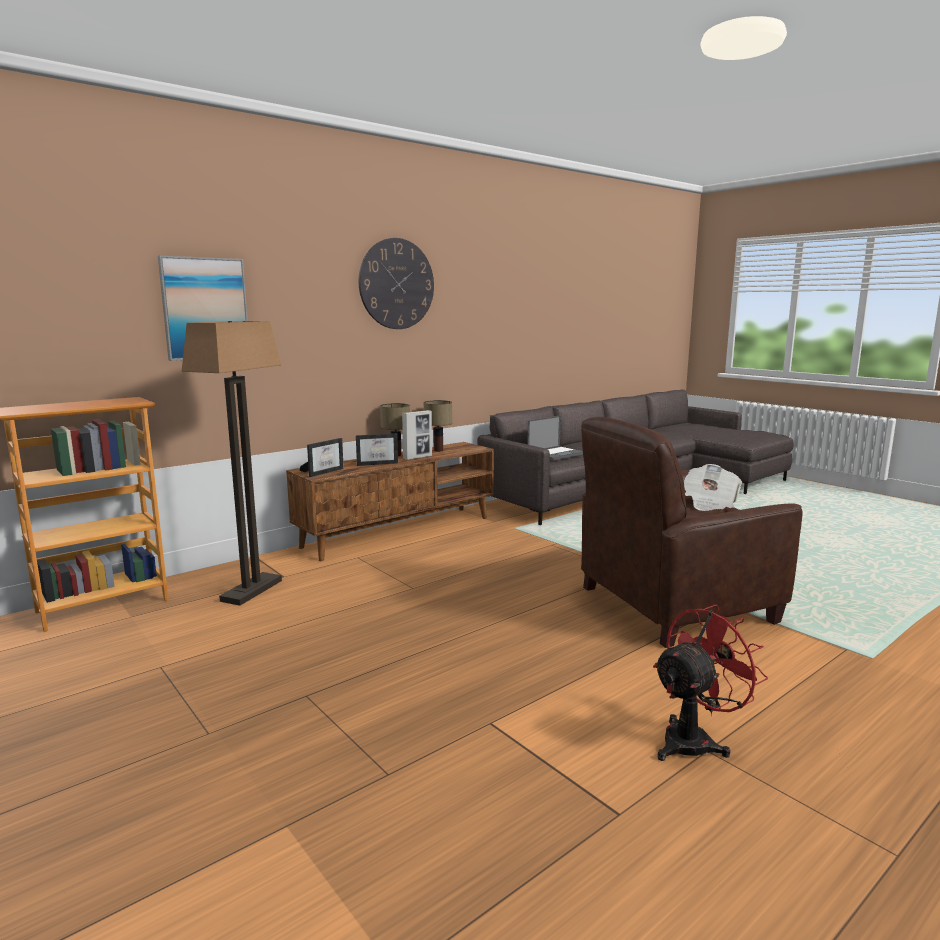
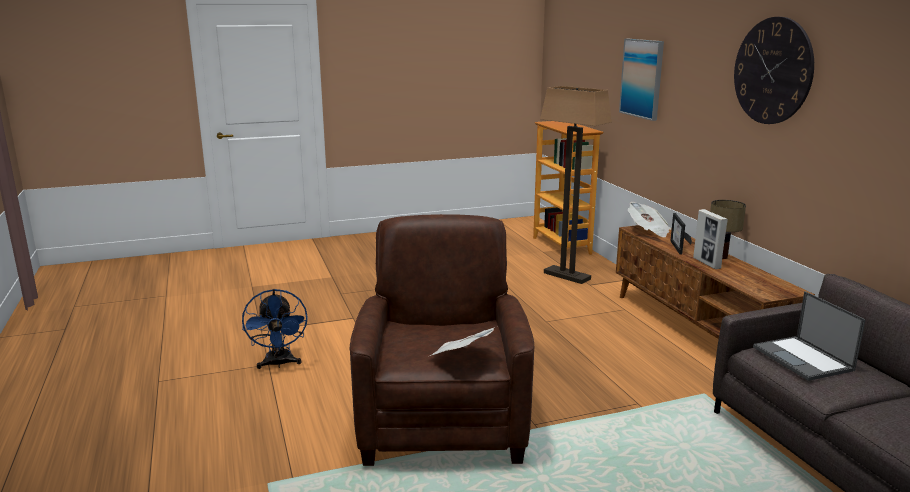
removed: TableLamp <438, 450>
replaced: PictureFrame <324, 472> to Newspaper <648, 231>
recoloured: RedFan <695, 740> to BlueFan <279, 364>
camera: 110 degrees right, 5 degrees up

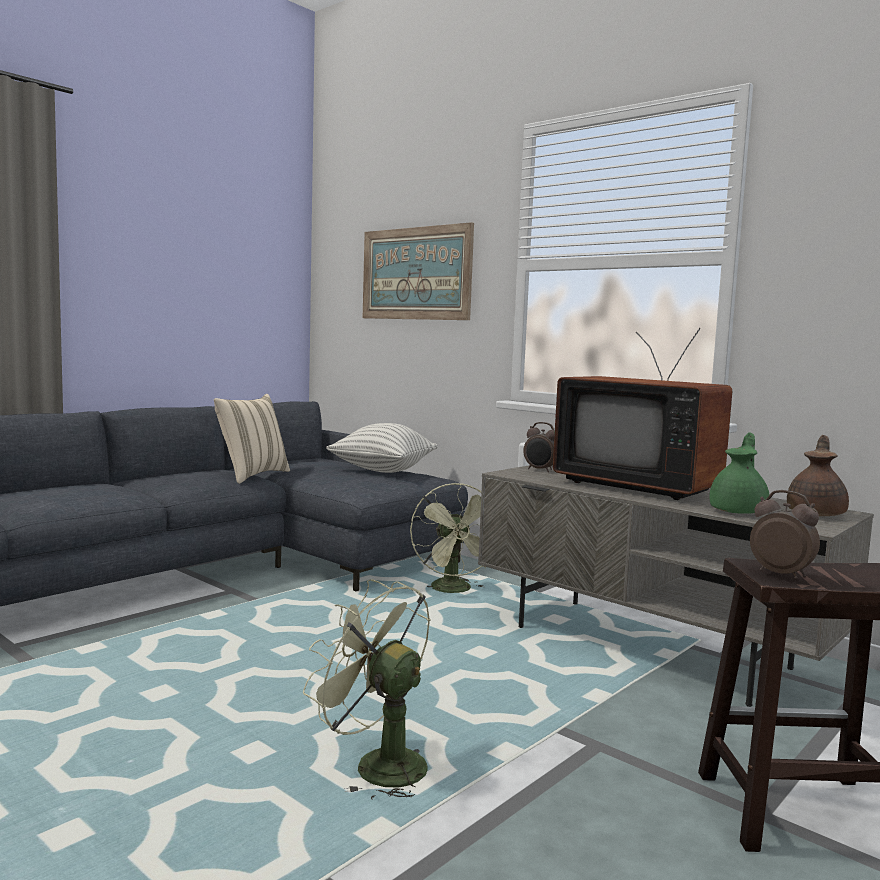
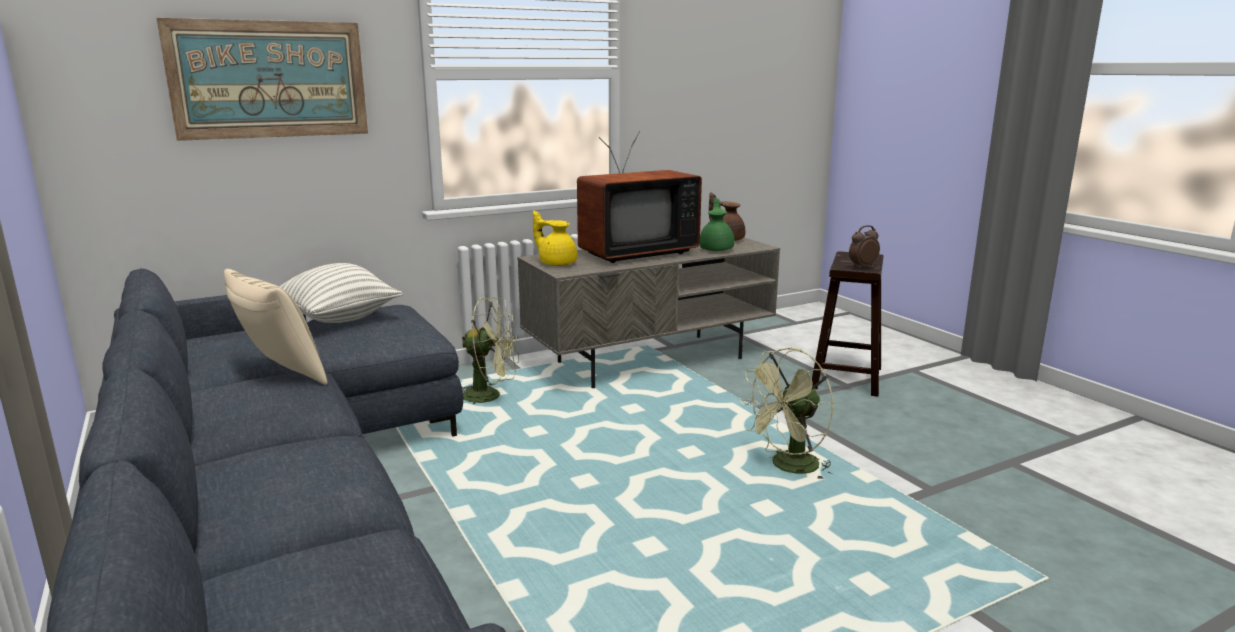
replaced: AlarmClock <540, 470> to YellowTeapot <556, 263>
turned: GreenTeapot <739, 511> = <717, 249> 45 degrees clockwise
camera: 70 degrees left, 10 degrees up

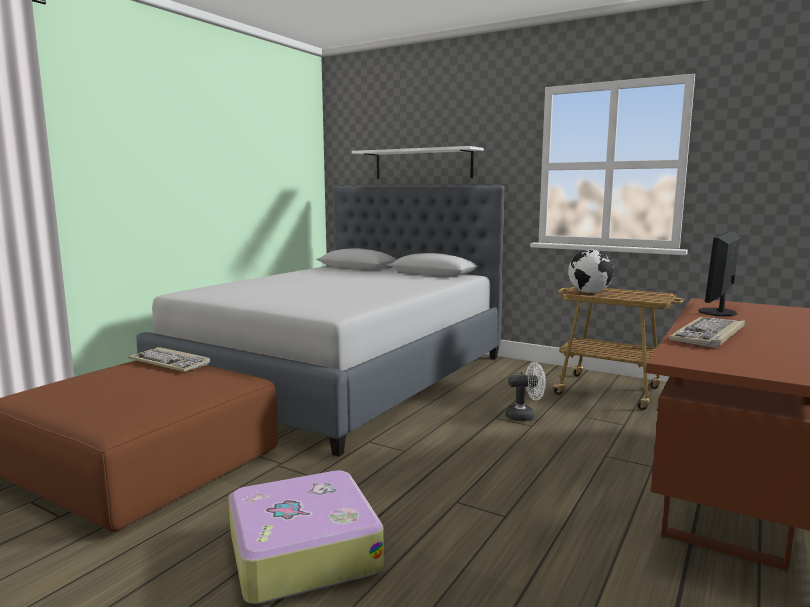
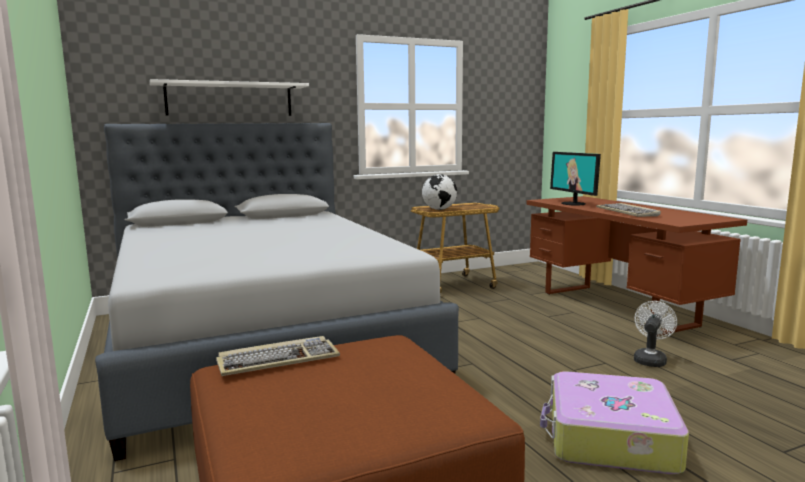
moved: WhiteFan <525, 416> to <650, 359>
camera: 55 degrees left, 0 degrees up

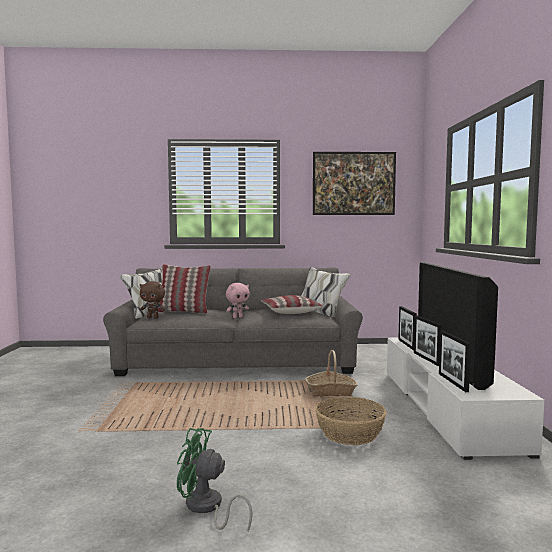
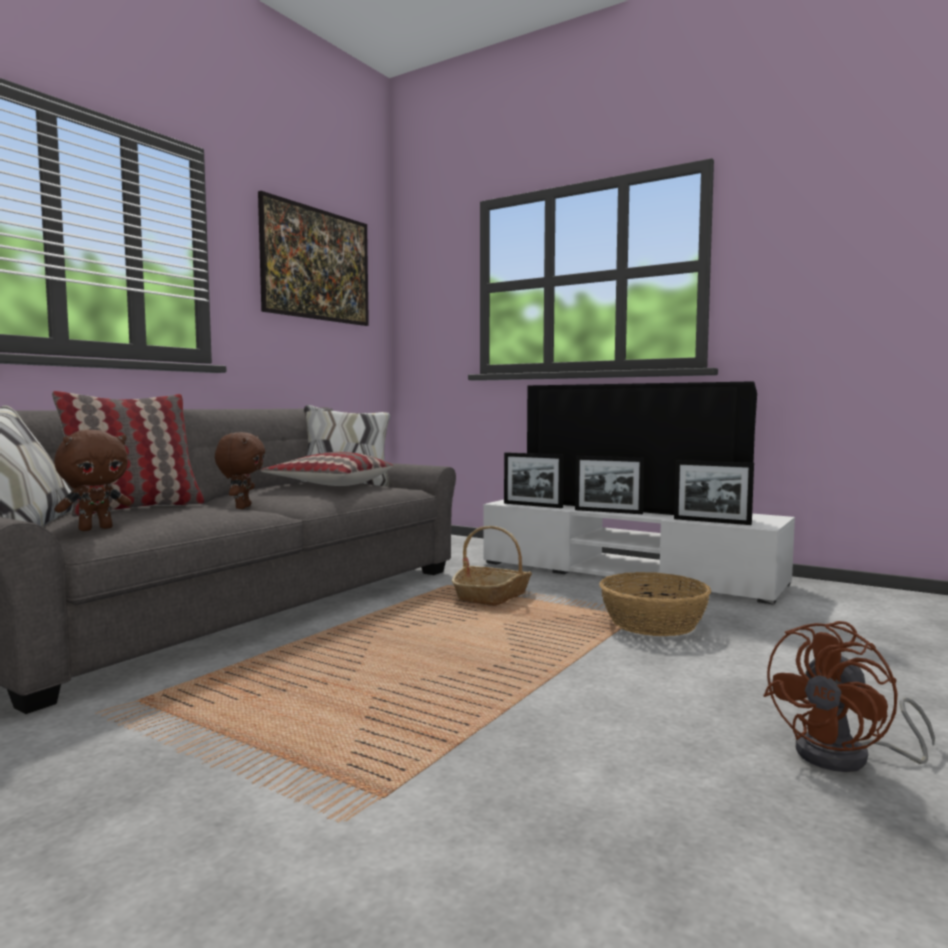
recoloured: GreenFan <207, 508> to BrownFan <847, 757>; PinkPlushToy <237, 317> to BrownPlushToy <241, 507>
camera: 55 degrees left, 0 degrees up

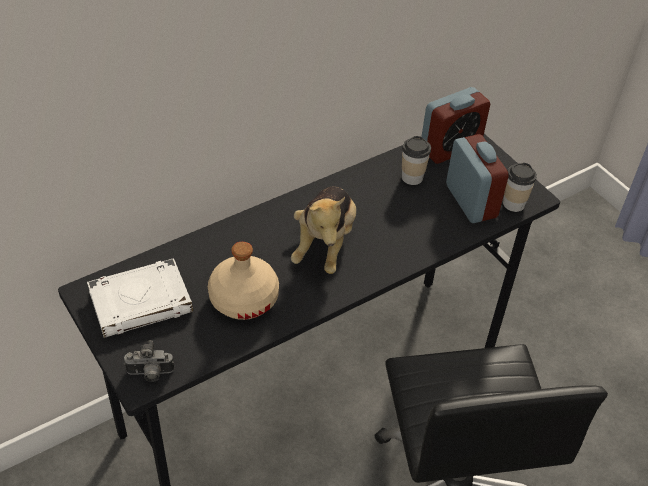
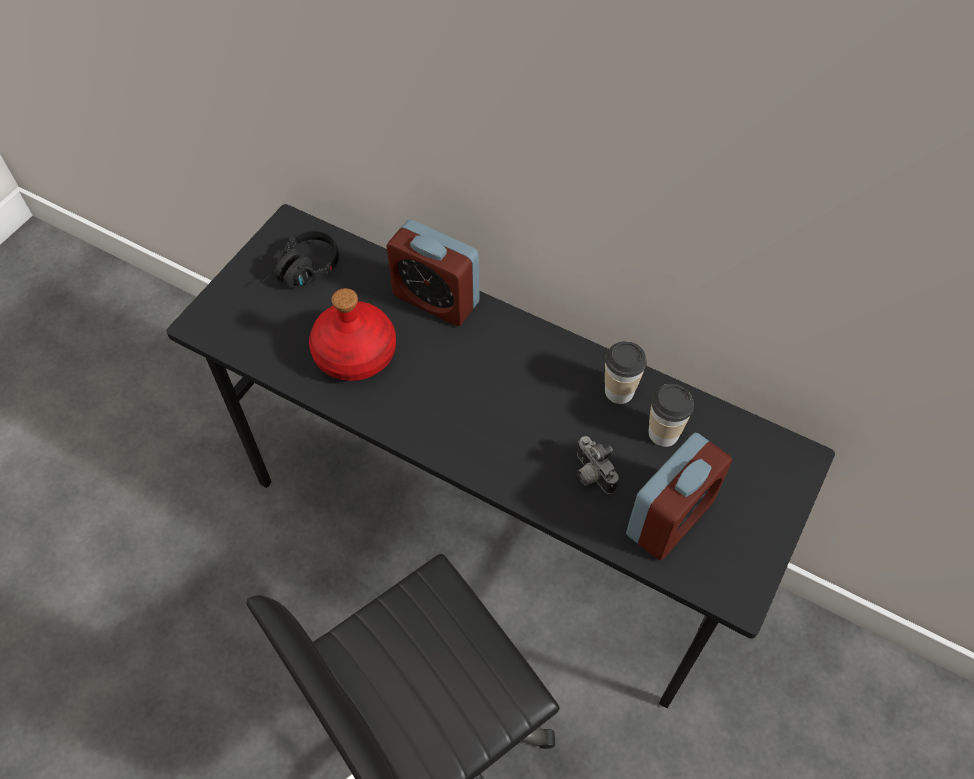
removed: PlushToy <324, 244>
moved: PhotoCamera <150, 374> to <591, 475>; AlarmClock <450, 148> to <436, 299>; Cup <513, 204> to <619, 391>
replaced: WhiteBook <142, 302> to BlackHeadphones <302, 273>
recoloured: BeigeBottle <243, 298> to RedBottle <356, 353>
camera: 65 degrees right, 10 degrees up

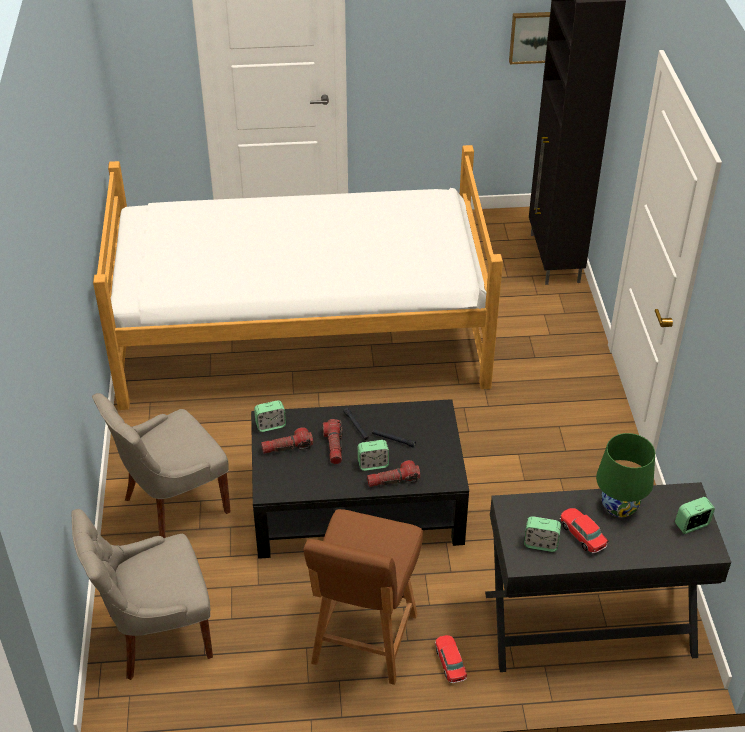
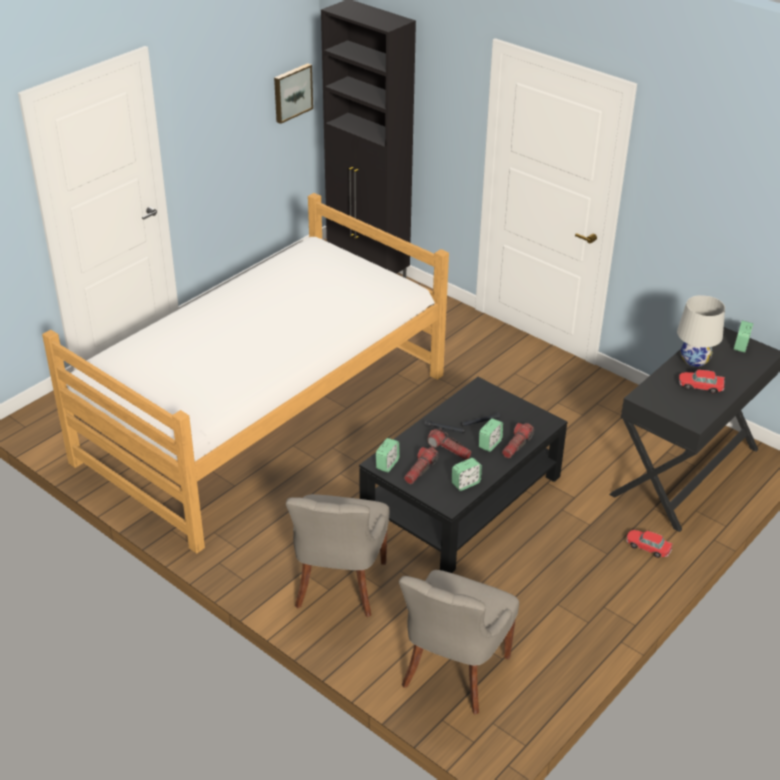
removed: BrownChair <363, 641>
moved: AlarmClock <540, 544> to <465, 483>
recoloured: GreenTableLamp <619, 506> to WhiteTableLamp <694, 360>
camera: 45 degrees left, 5 degrees down

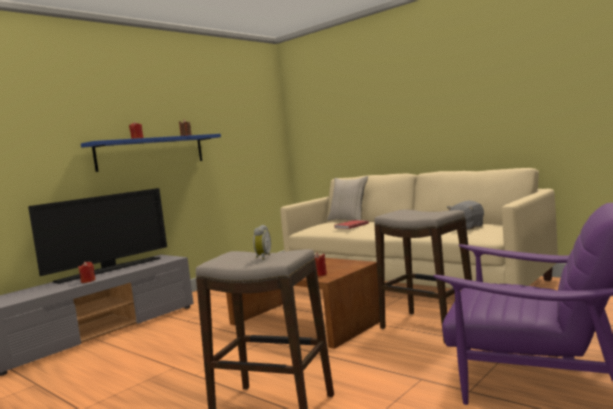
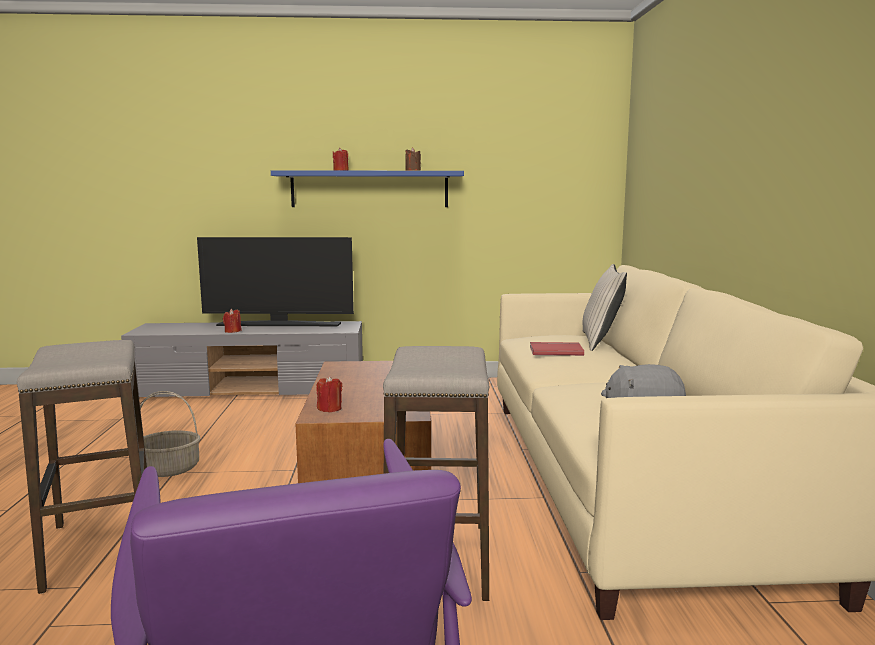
removed: AlarmClock <262, 257>
added: Basket <170, 469>
camera: 45 degrees right, 5 degrees up

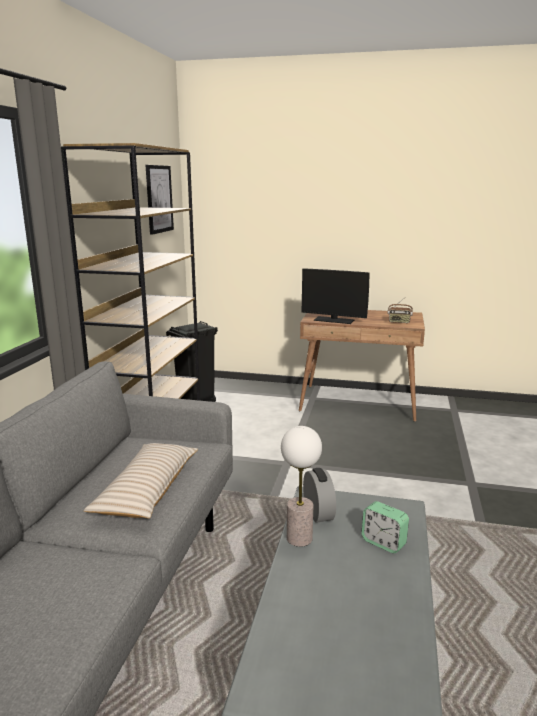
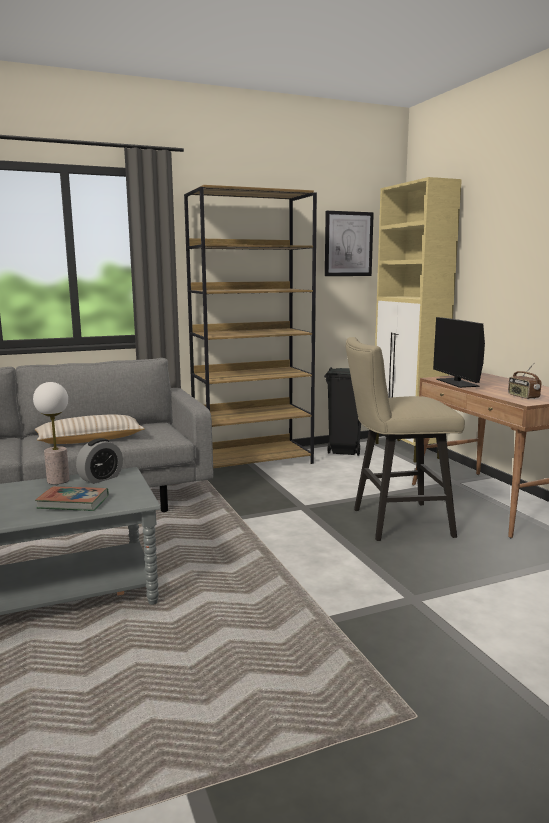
added: BeigeStool <394, 522>; BeigeCabinet <406, 451>
replaced: AlarmClock <383, 542> to Book <73, 502>
camera: 55 degrees right, 5 degrees down

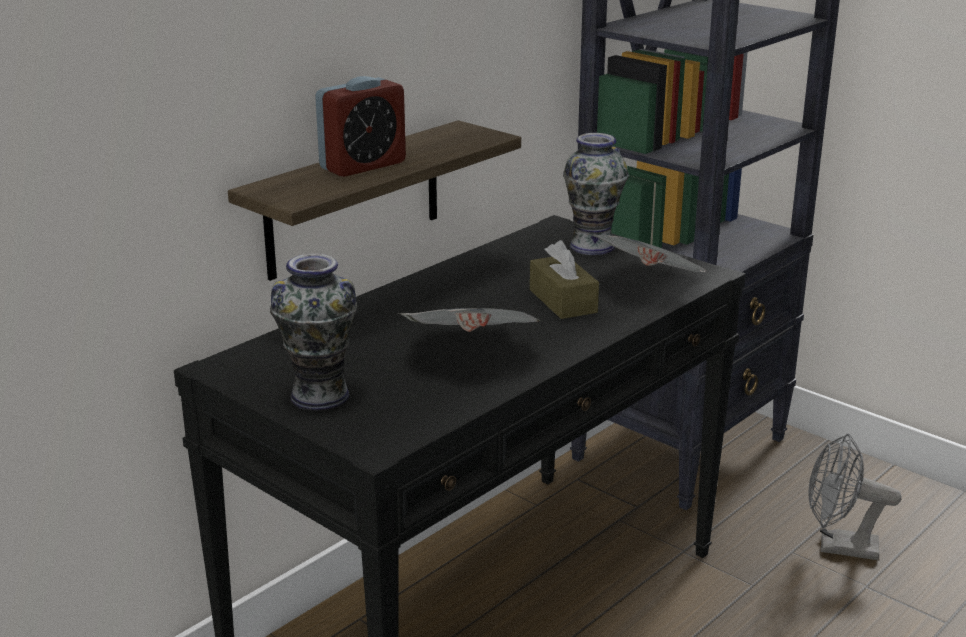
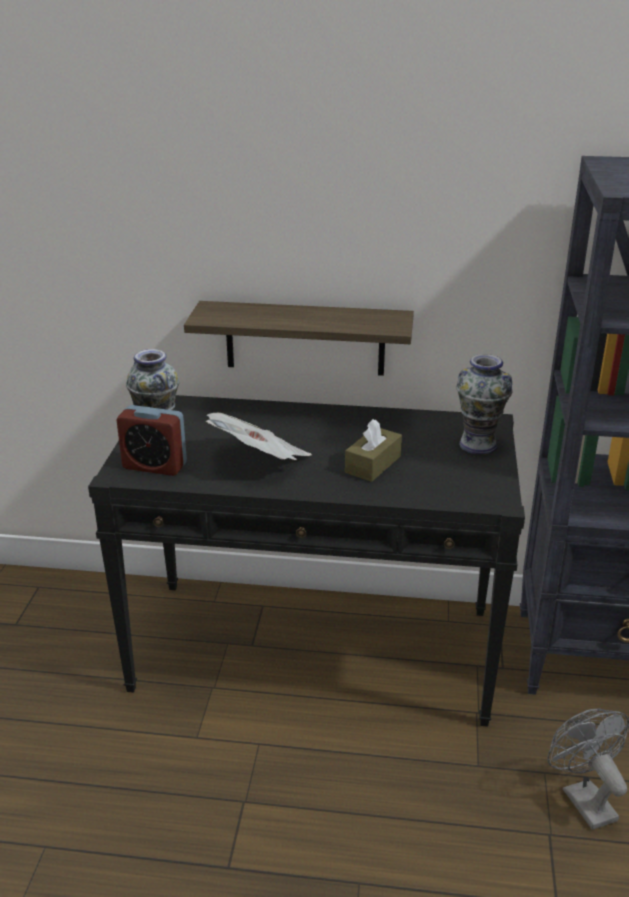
removed: Newspaper <651, 286>
moved: AlarmClock <363, 165> to <154, 466>
camera: 55 degrees right, 5 degrees up

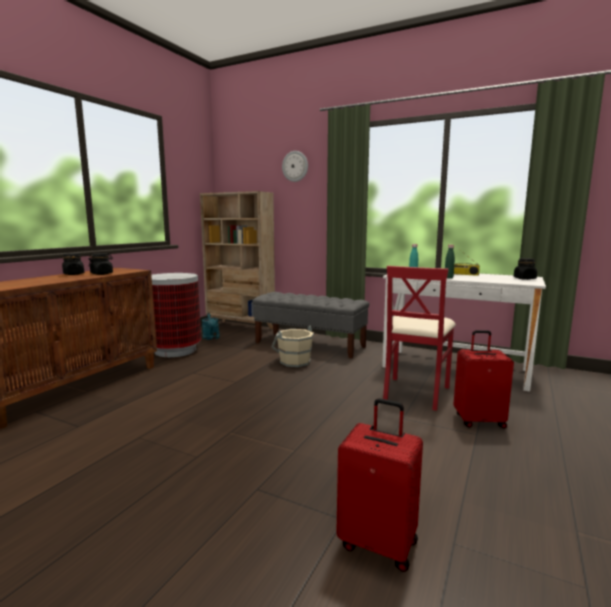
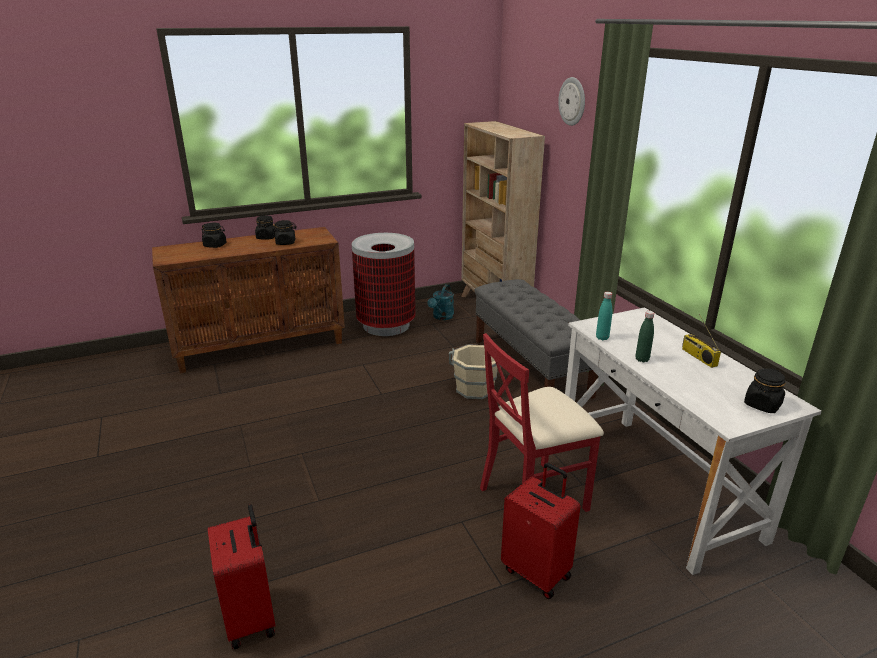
added: BlackJar <215, 245>
camera: 40 degrees right, 15 degrees up

